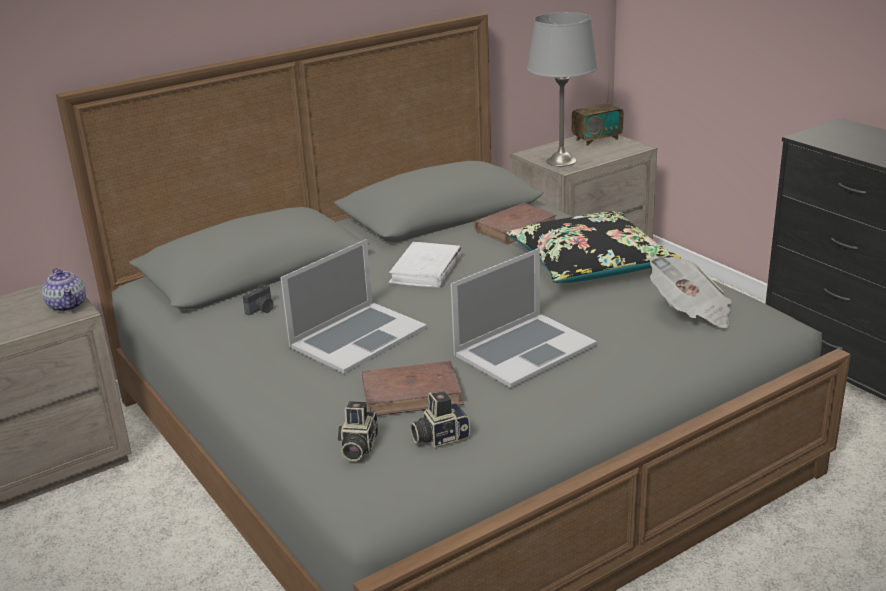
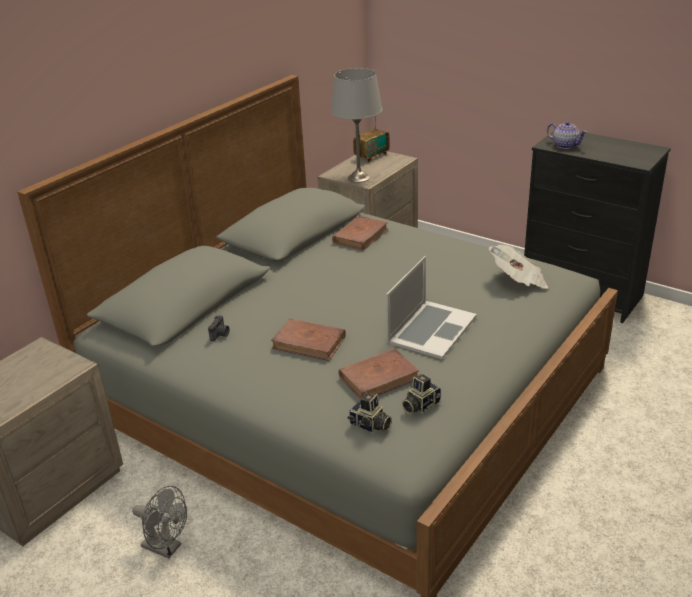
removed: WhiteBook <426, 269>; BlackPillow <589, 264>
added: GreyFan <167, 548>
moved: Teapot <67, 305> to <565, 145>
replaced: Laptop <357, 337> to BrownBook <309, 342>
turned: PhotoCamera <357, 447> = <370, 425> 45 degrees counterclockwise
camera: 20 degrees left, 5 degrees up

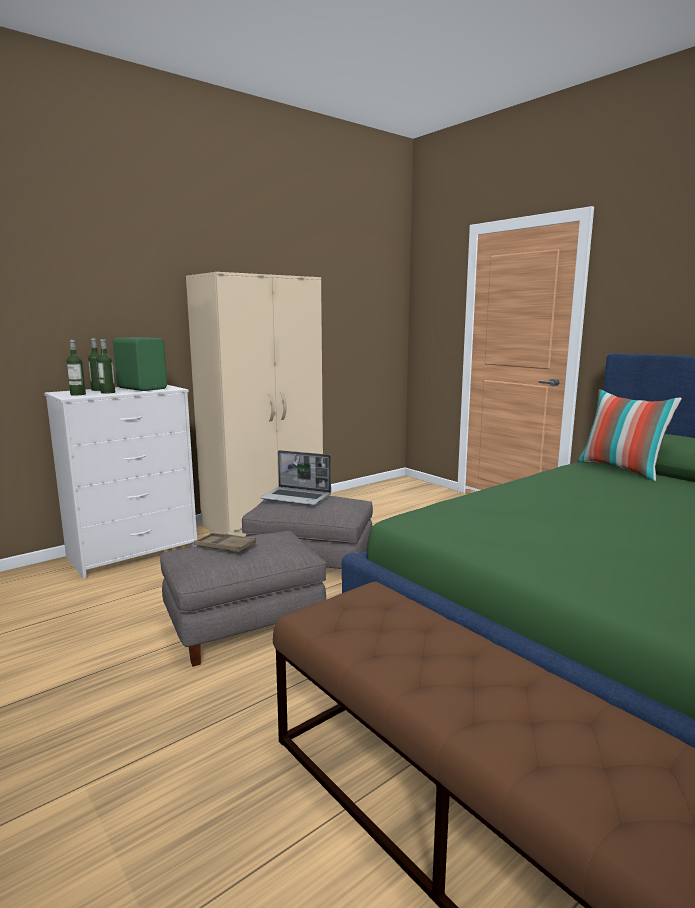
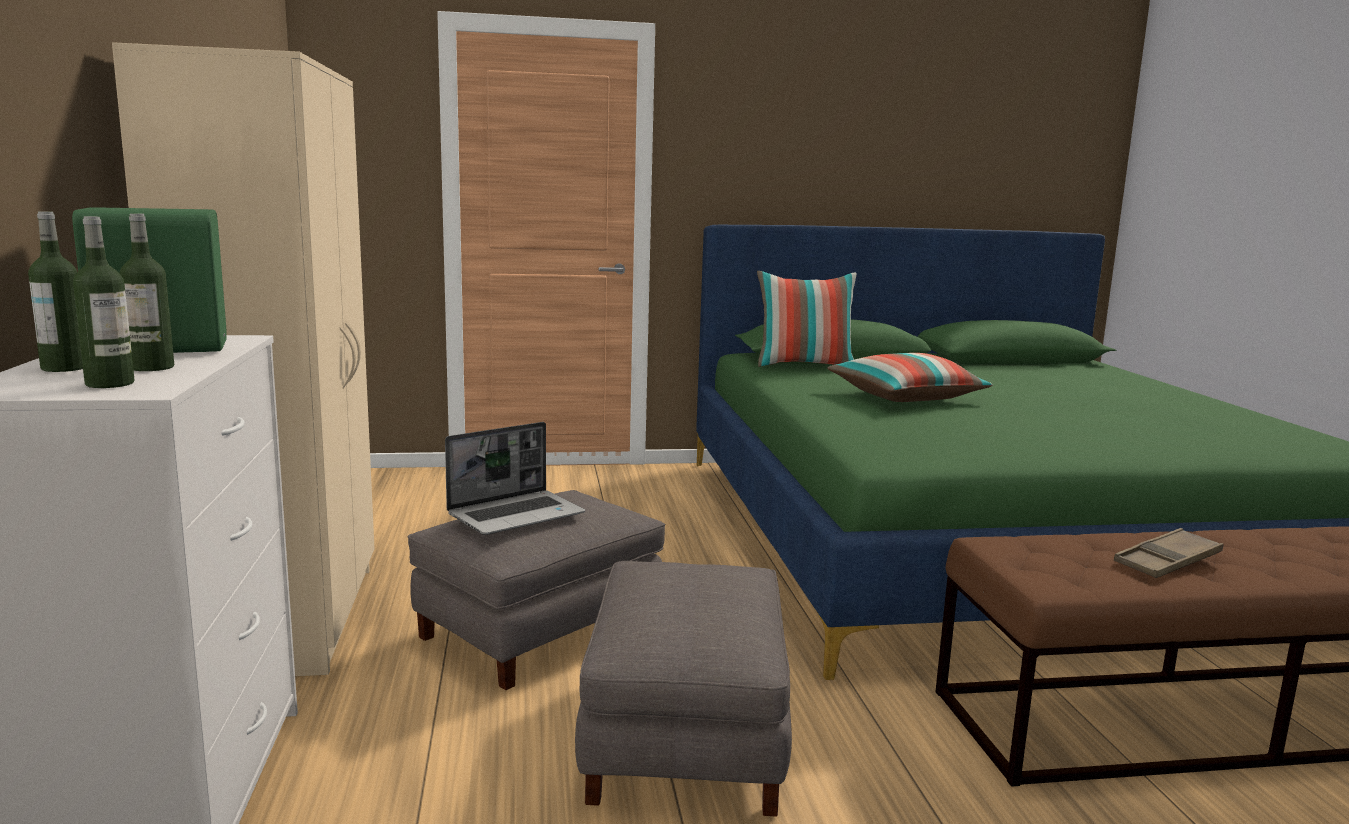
added: Pillow <905, 397>
moved: BrownTray <225, 547> to <1167, 561>
camera: 60 degrees left, 0 degrees up

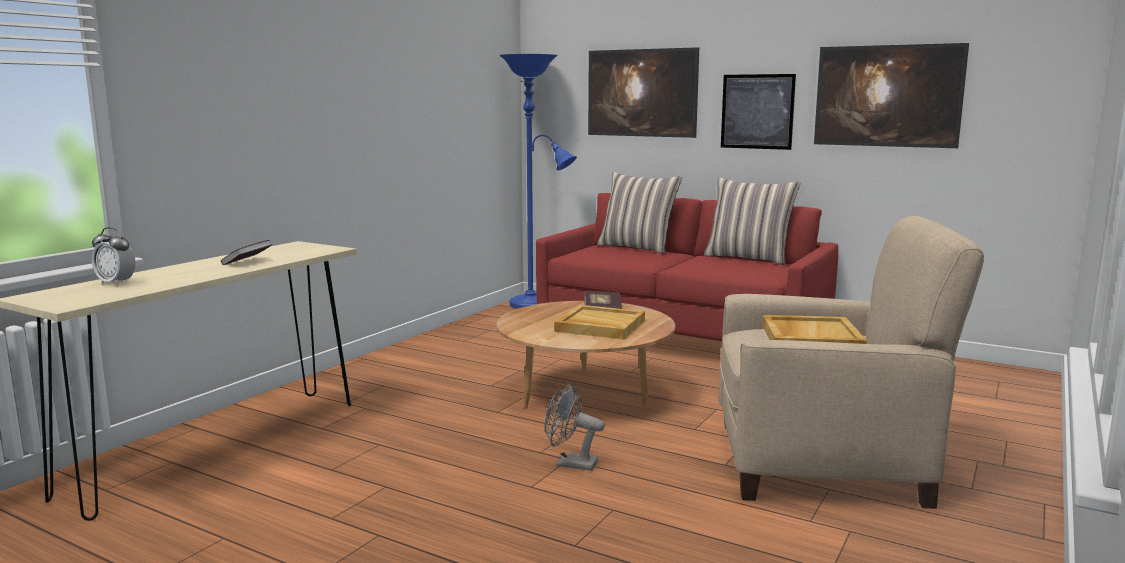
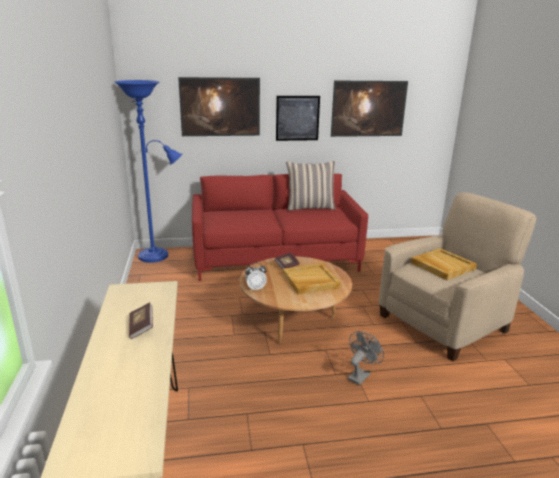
removed: Pillow <637, 248>
moved: AlarmClock <116, 283> to <255, 288>
turned: GreyFan <570, 464> = <360, 375> 150 degrees clockwise
camera: 40 degrees left, 10 degrees up

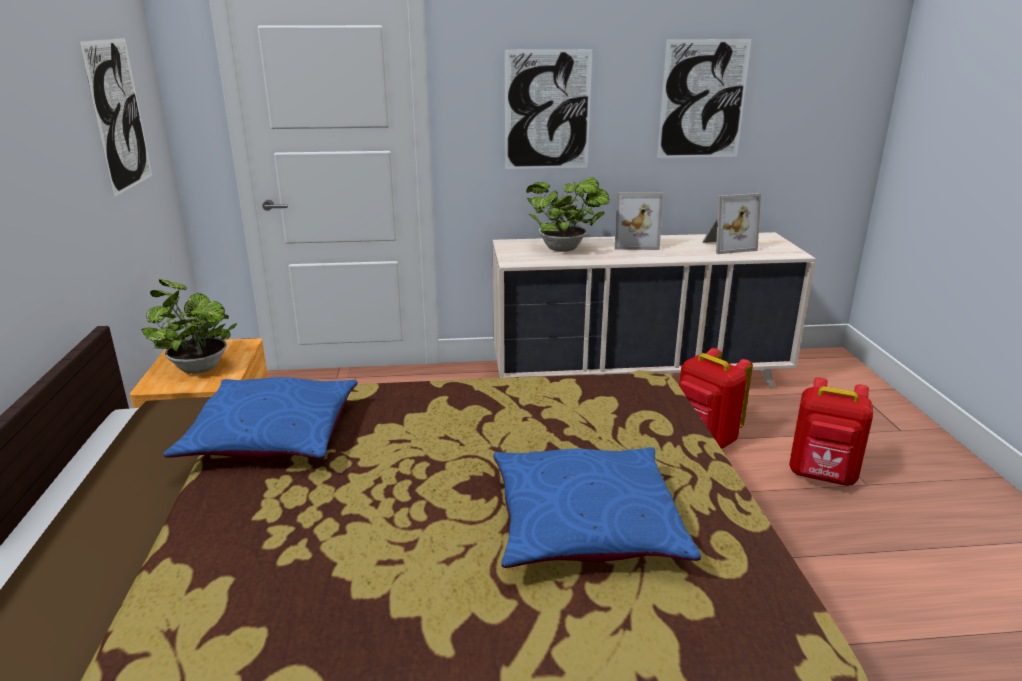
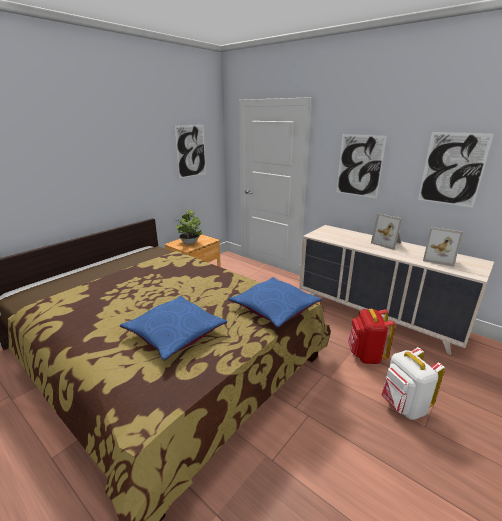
removed: PottedPlant <565, 249>
moved: BluePillow <272, 435> to <274, 308>
recoloured: RedBackpack <822, 476> to WhiteBackpack <403, 406>
camera: 45 degrees right, 0 degrees up

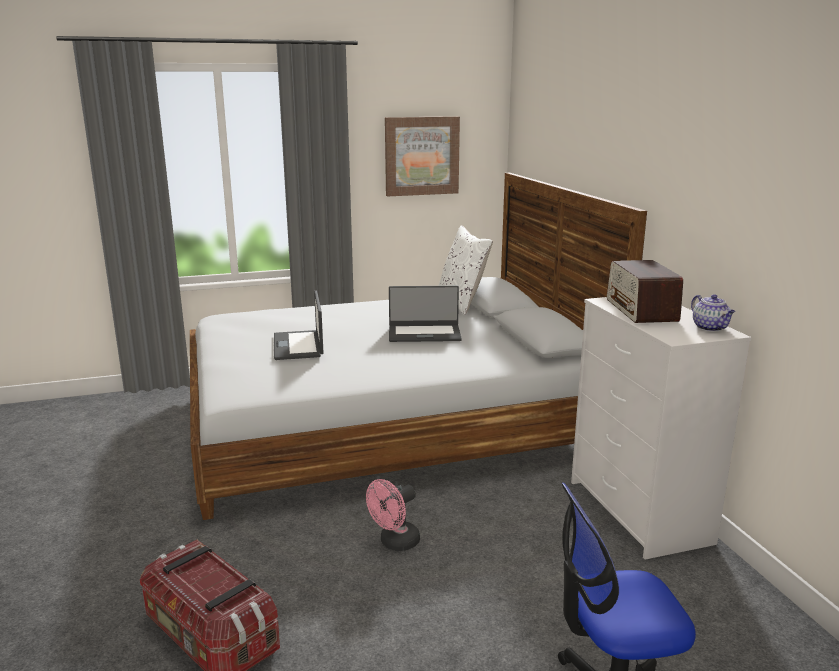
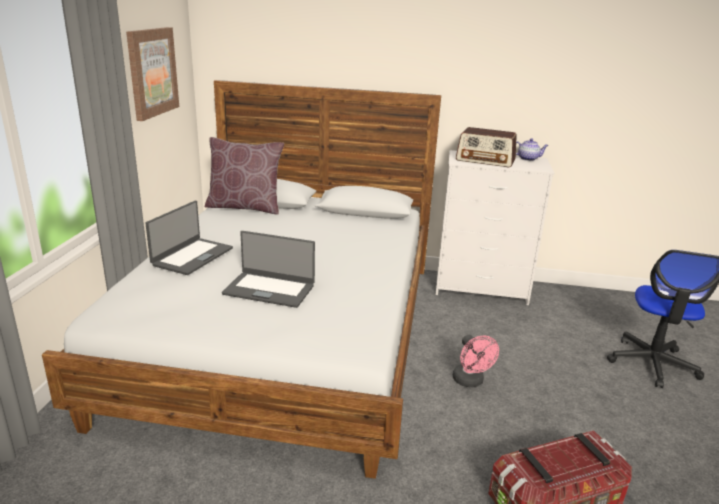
moved: Laptop <424, 334> to <192, 256>
recoloured: WhitePillow <462, 302> to BrownPillow <245, 207>
camera: 65 degrees left, 5 degrees up

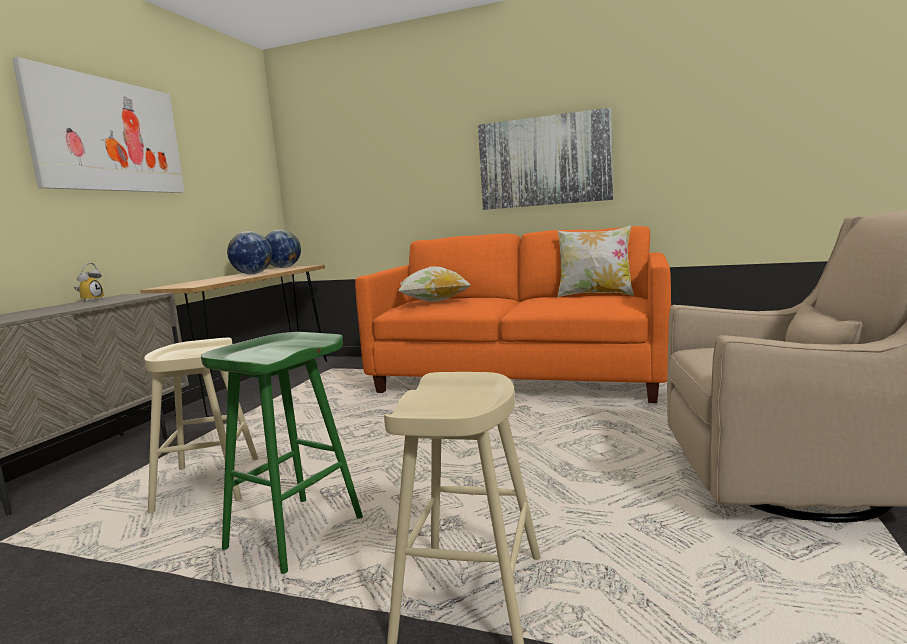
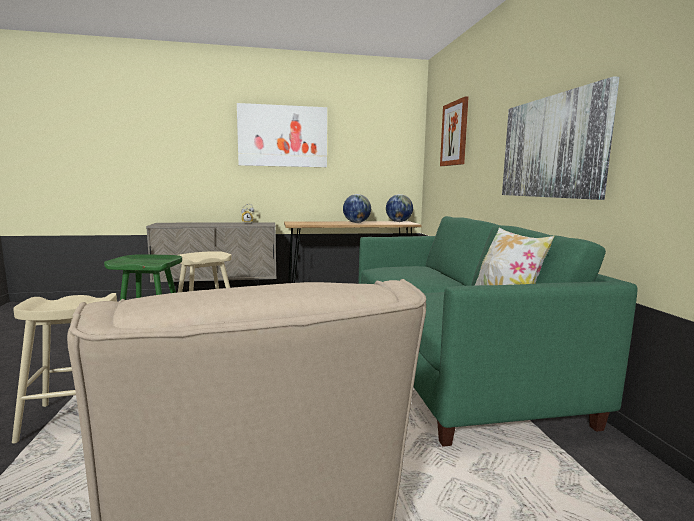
removed: Pillow <434, 301>
added: Picture <454, 133>
recoloured: OrangeSofa <519, 377> to GreenSofa <451, 364>
camera: 60 degrees right, 0 degrees up

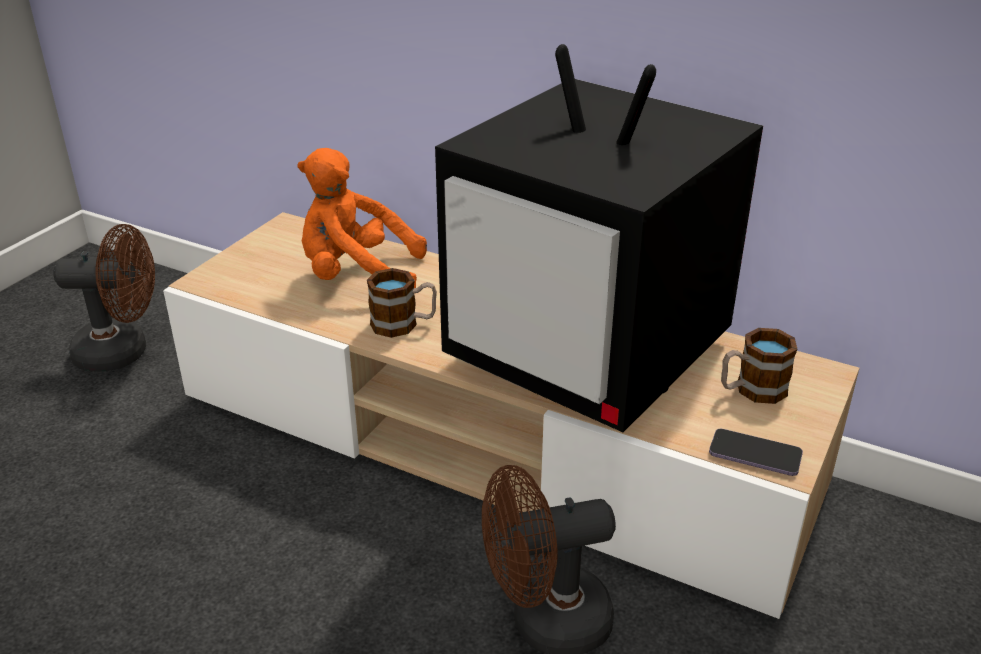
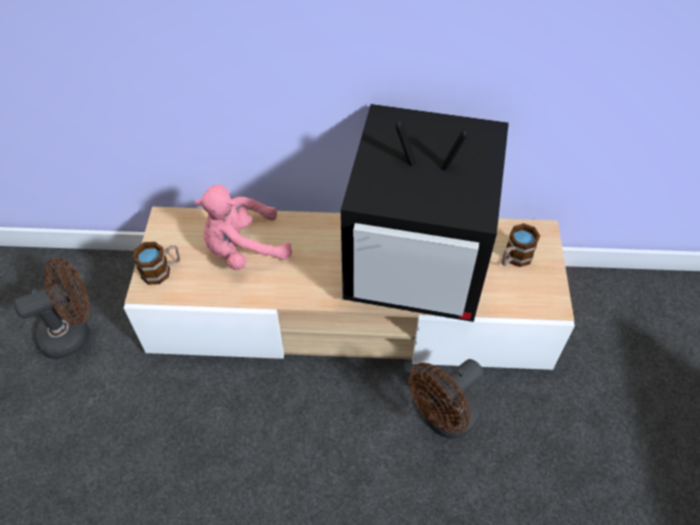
removed: Phone <755, 454>
moved: Mug <403, 324> to <162, 270>
recoloured: OrangePlushToy <357, 276> to PinkPlushToy <243, 249>
camera: 25 degrees left, 20 degrees up

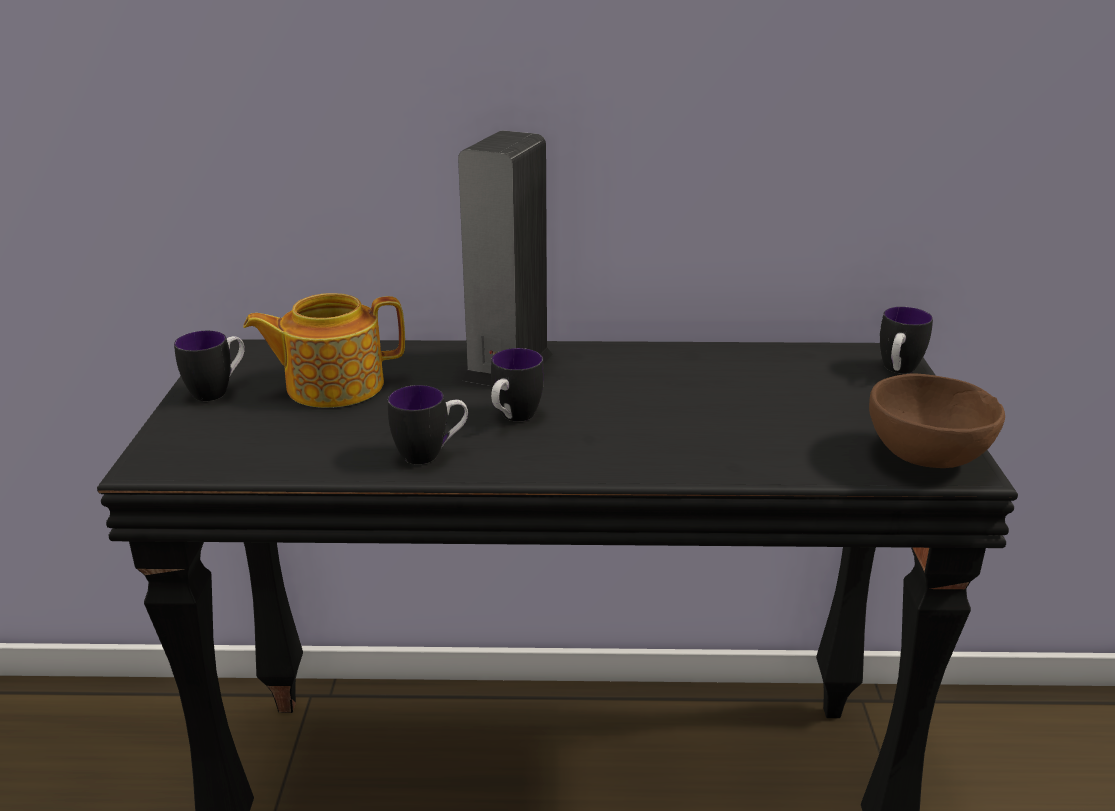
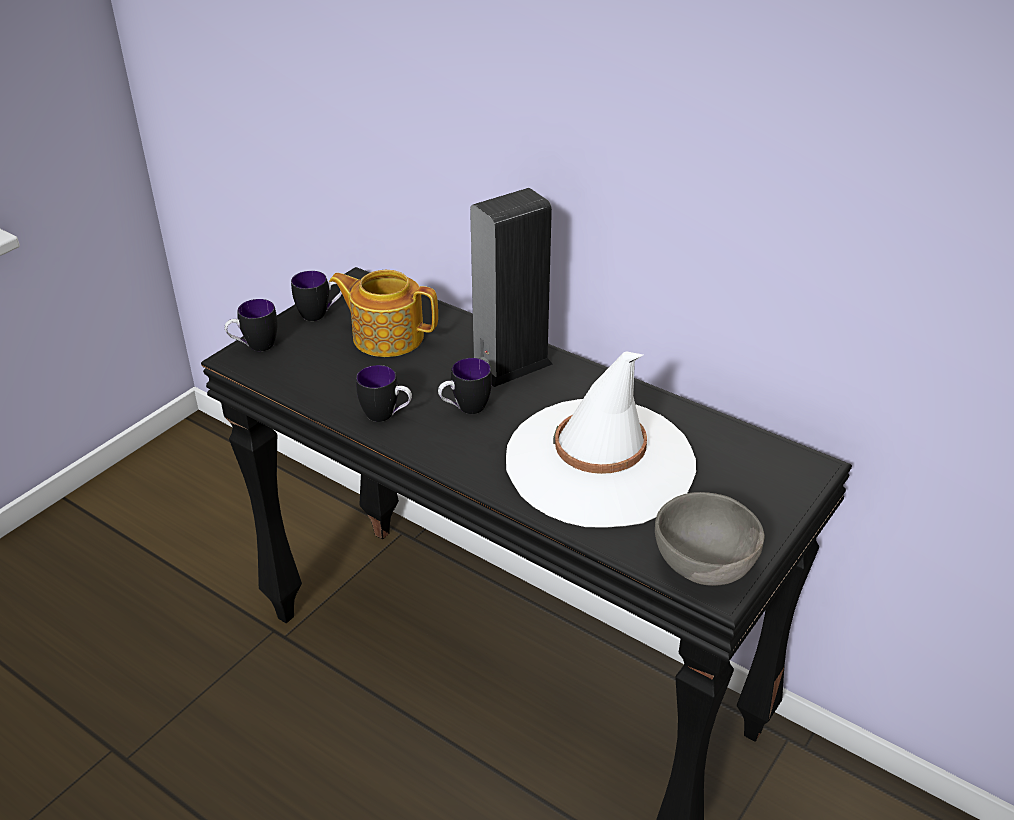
added: WhiteHat <599, 463>
moved: Mug <897, 371> to <255, 347>
recoloured: BrownBowl <927, 459> to GreyBowl <703, 568>
camera: 35 degrees right, 10 degrees up

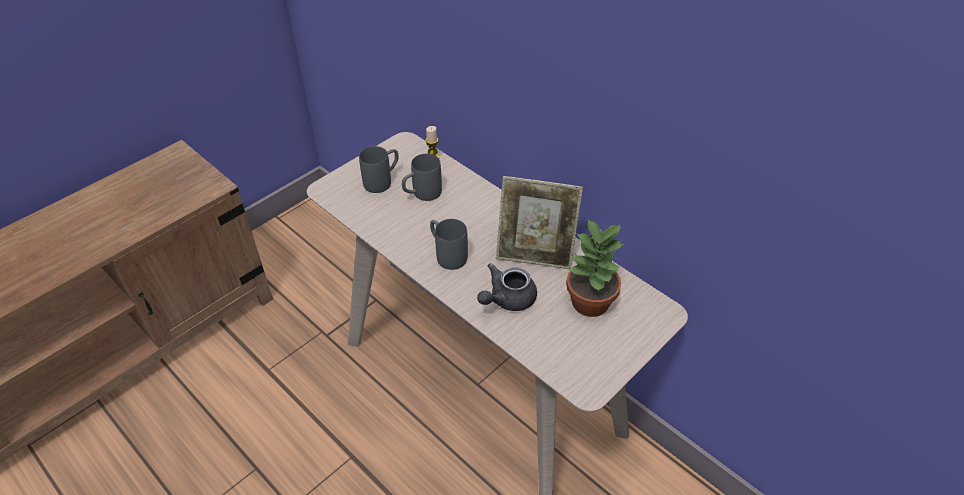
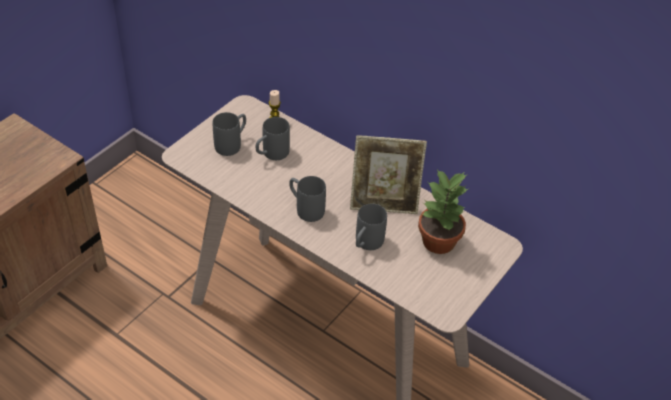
replaced: GreyTeapot <507, 299> to GreyMug <366, 244>
camera: 10 degrees left, 0 degrees up

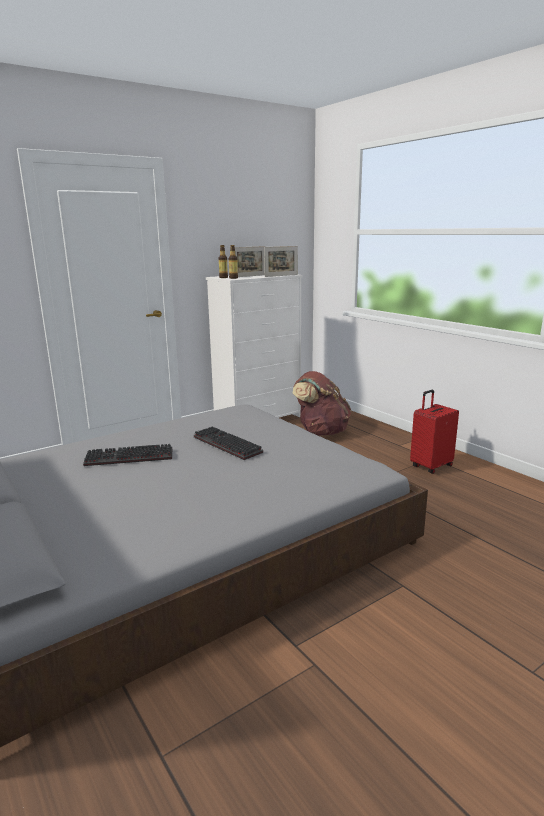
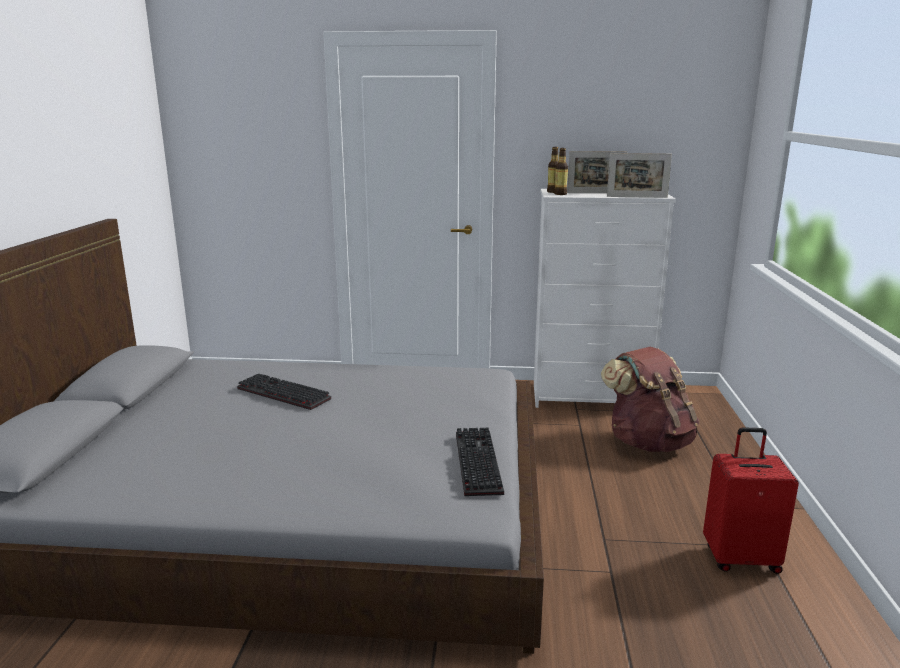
moved: Keyboard <225, 445> to <475, 462>
camera: 40 degrees right, 0 degrees up

